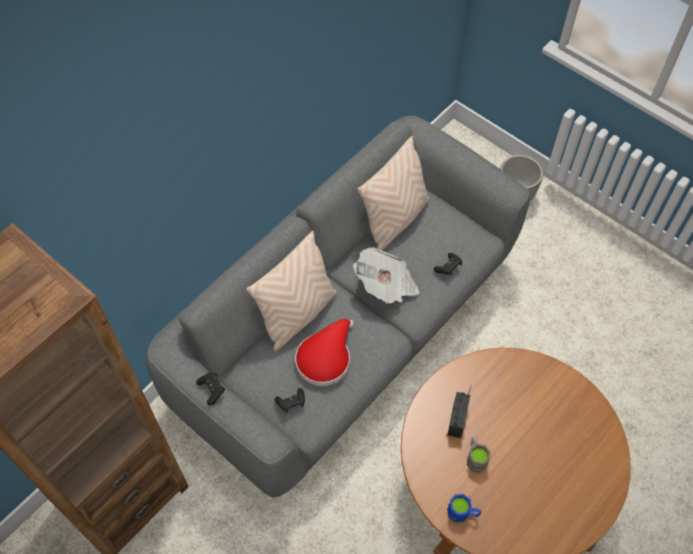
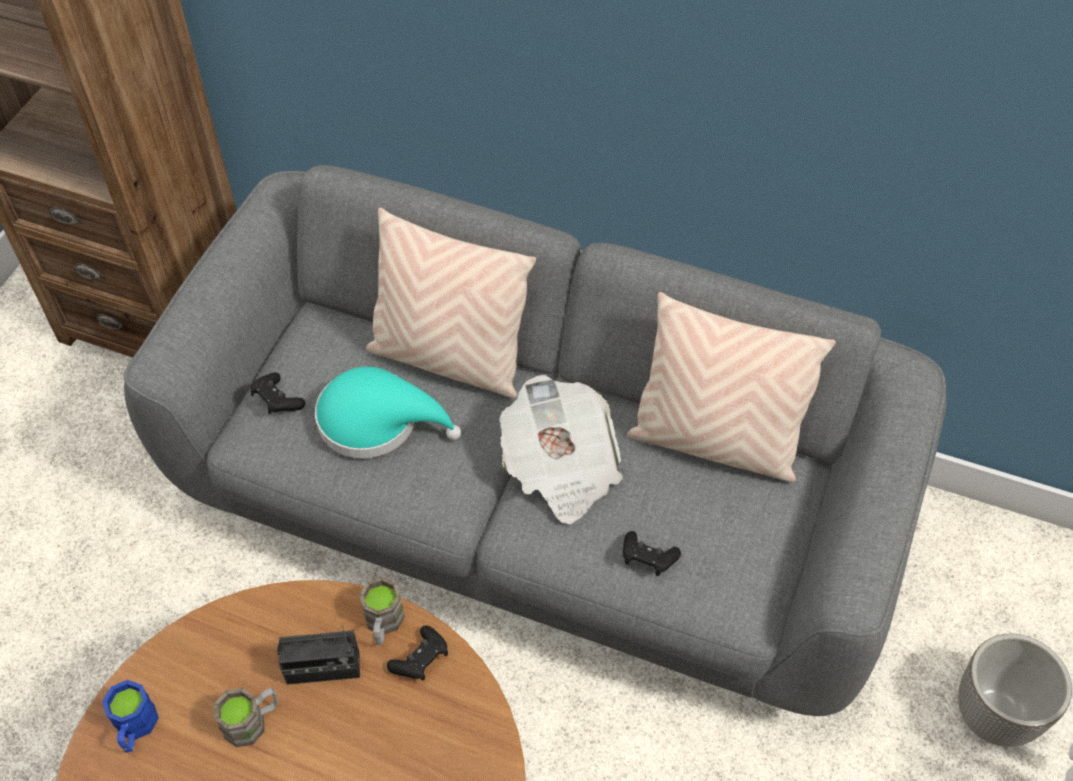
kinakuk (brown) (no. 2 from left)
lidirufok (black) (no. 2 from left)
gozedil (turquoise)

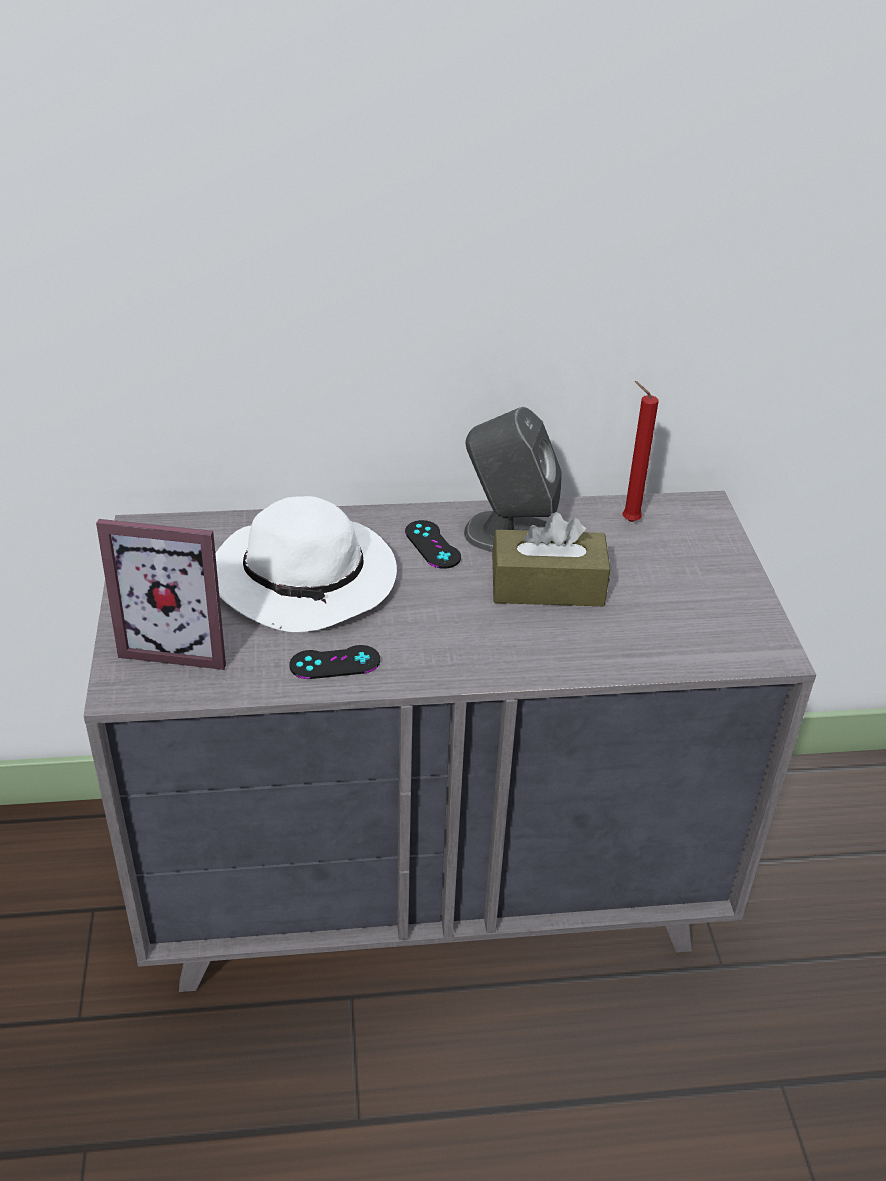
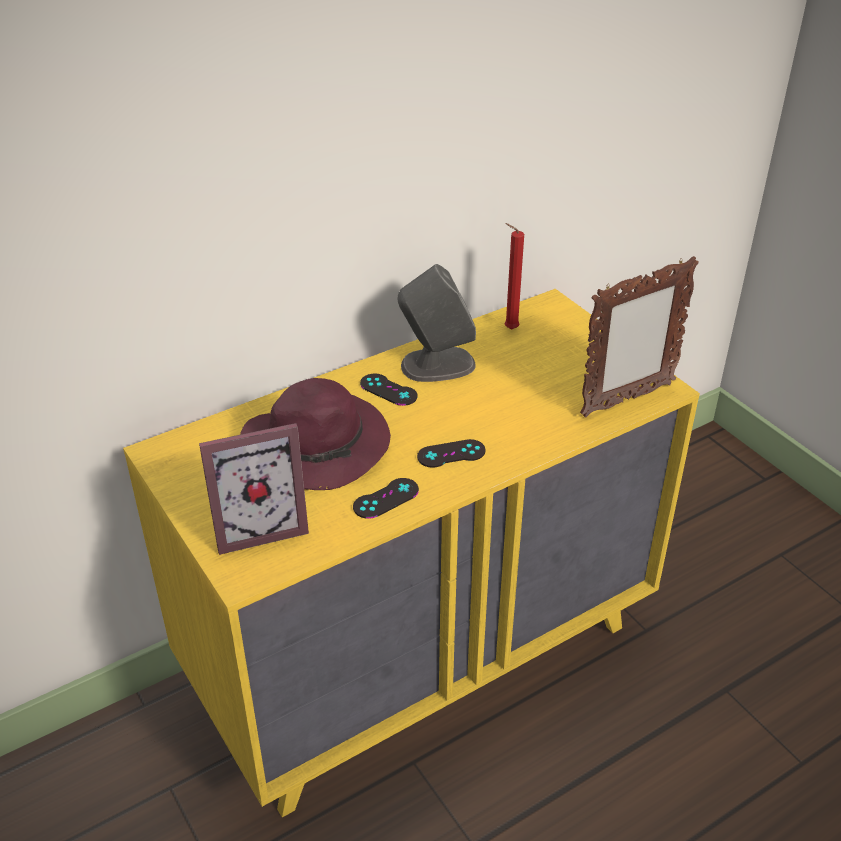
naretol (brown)
lidirufok (black) (no. 3 from left)
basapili (no. 2 from left)
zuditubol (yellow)
gozedil (purple)

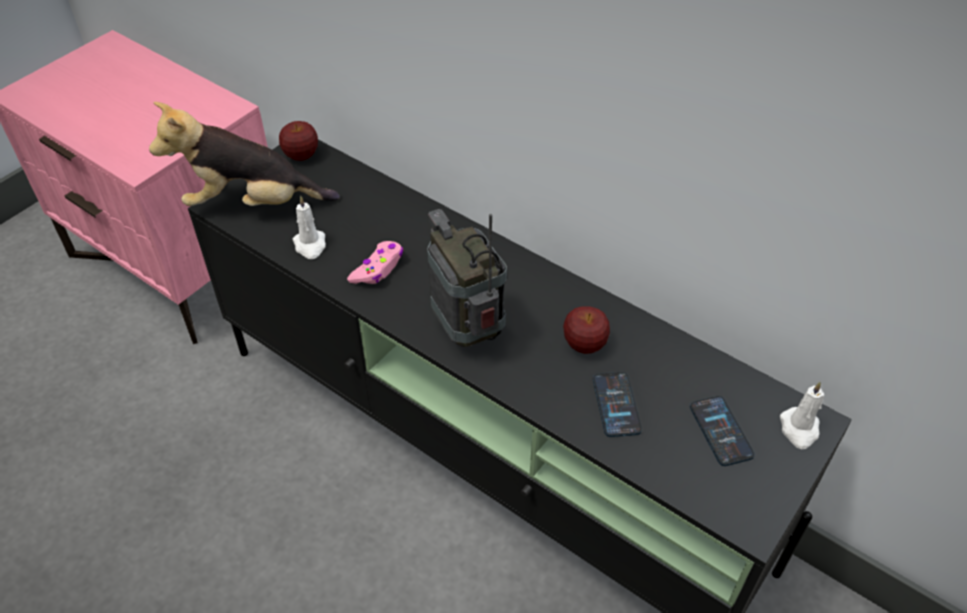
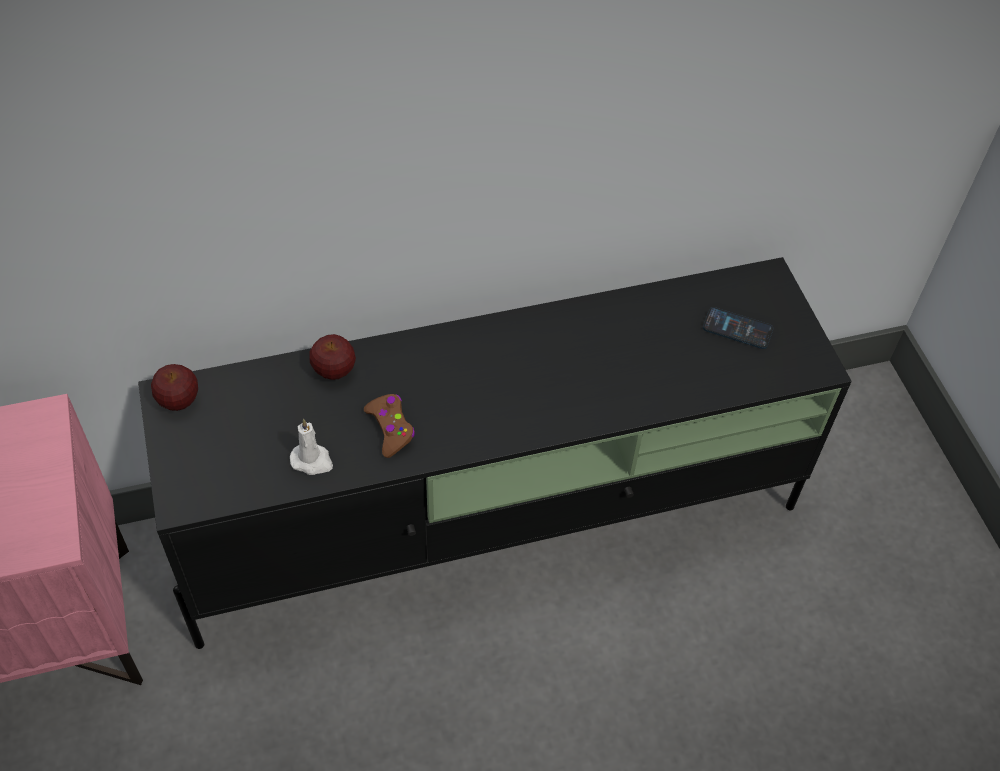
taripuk
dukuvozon
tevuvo (no. 1 from left in the first image)
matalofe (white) (no. 2 from left in the first image)
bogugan (no. 2 from left)
lidirufok (brown)

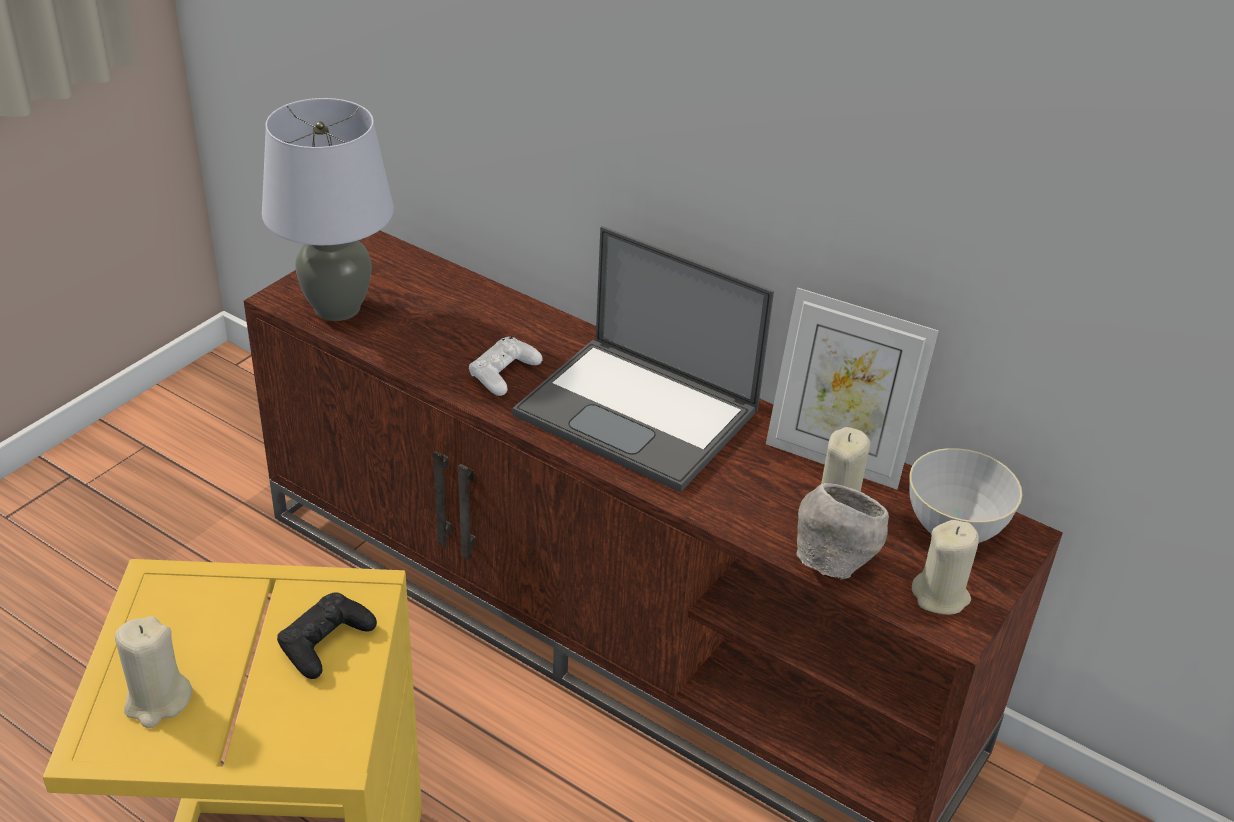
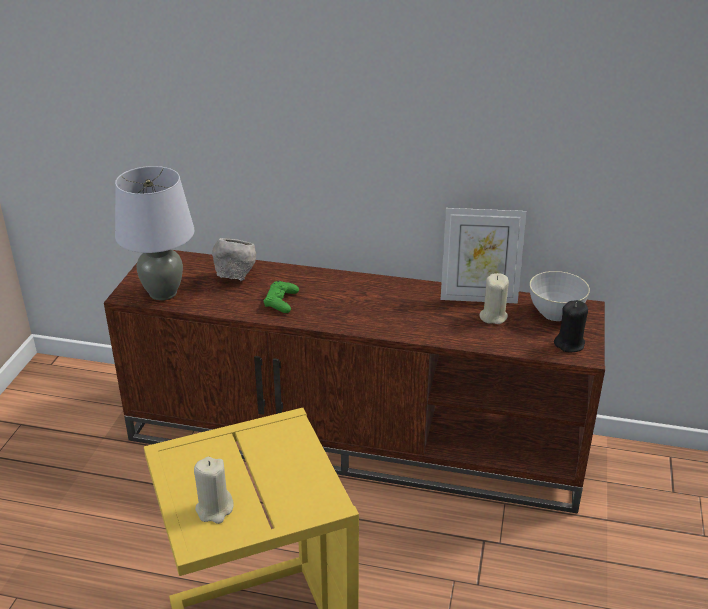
lidirufok (black)
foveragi
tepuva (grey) (no. 1 from left)
lidirufok (green)
matalofe (black)

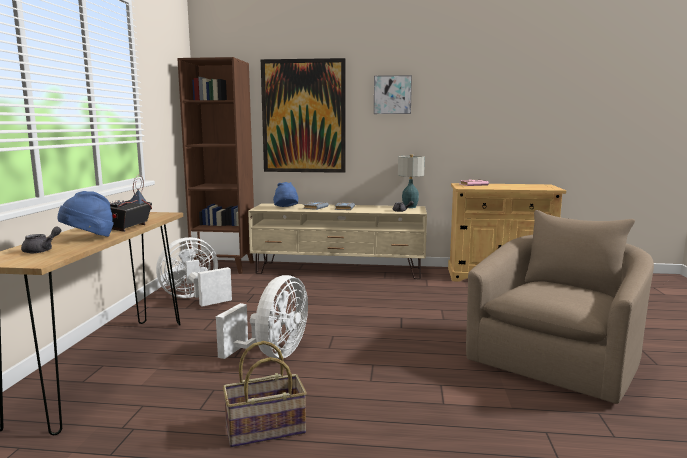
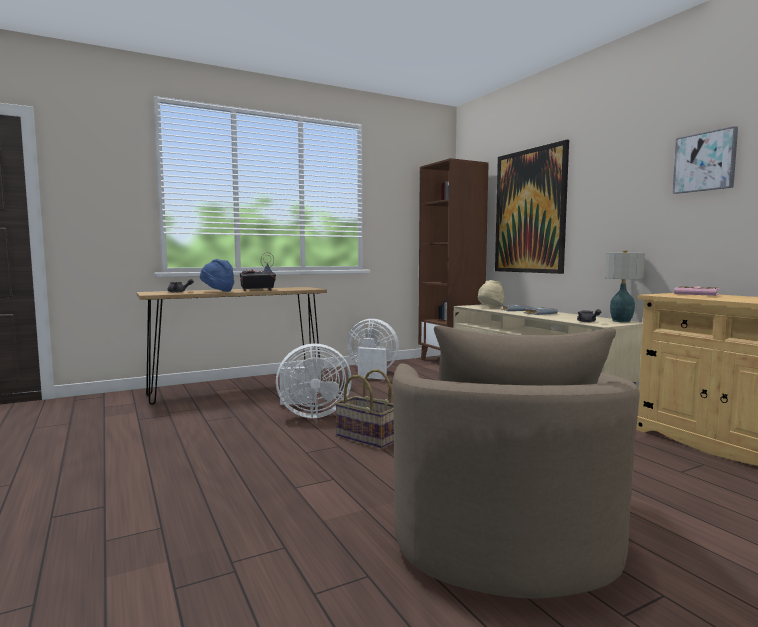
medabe
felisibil (no. 2 from left)
gozedil (beige)
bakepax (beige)

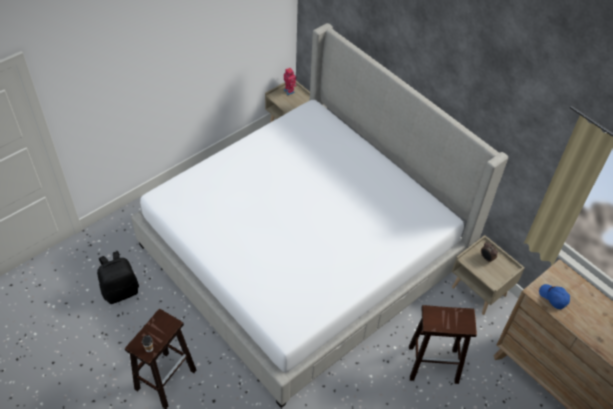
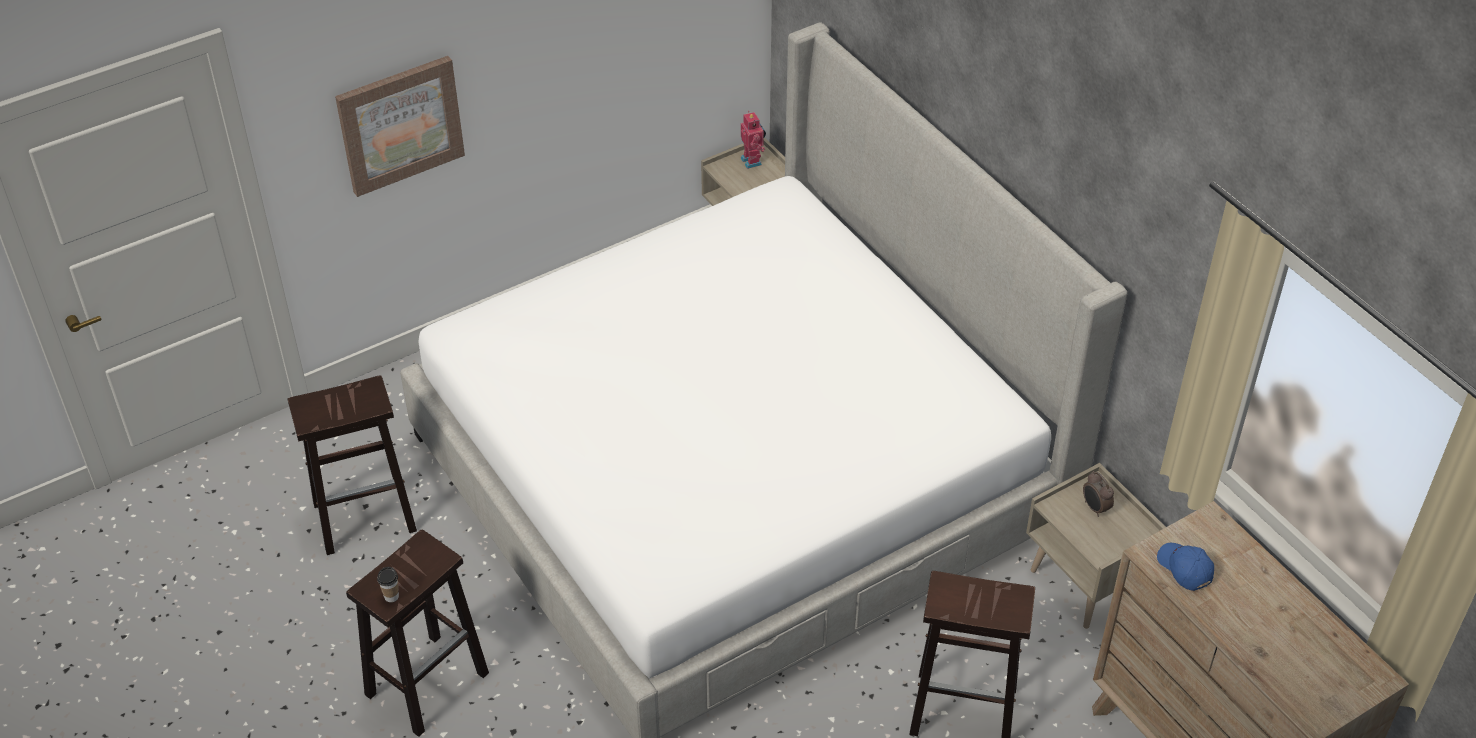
felisibil
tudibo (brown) (no. 1 from left)

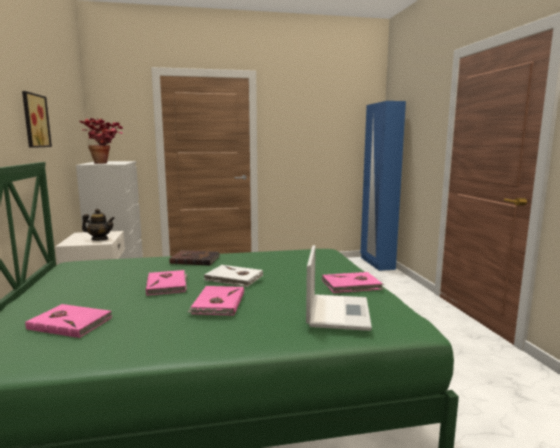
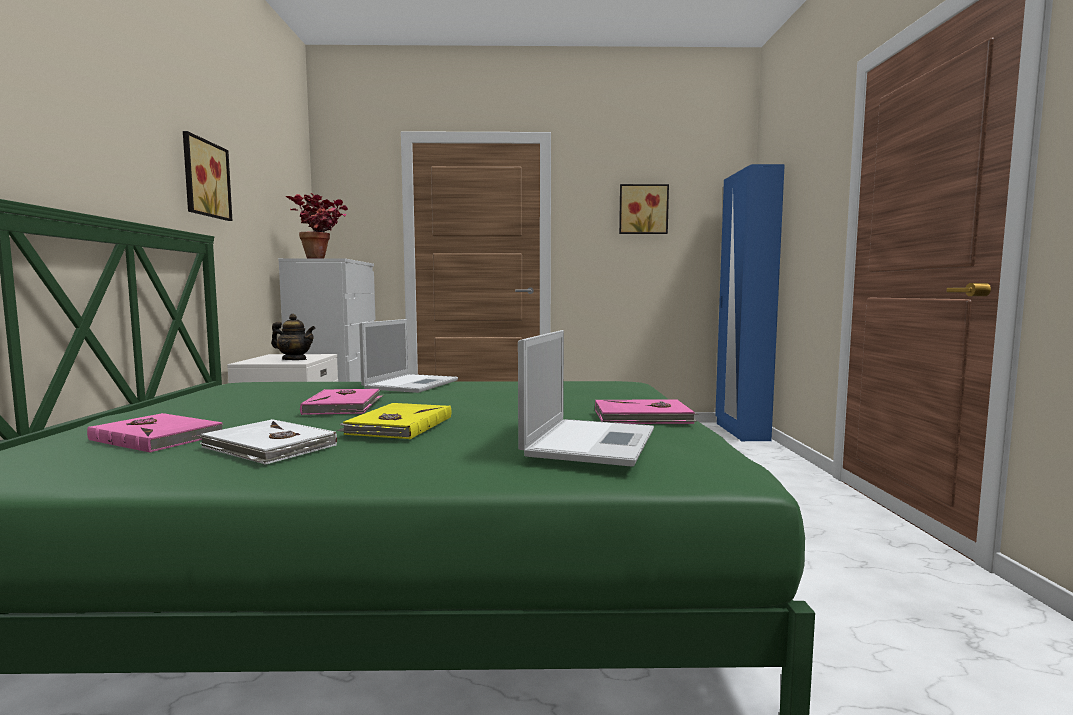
felisibil (no. 2 from left)
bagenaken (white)
foveragi (no. 1 from left)
bagenaken (yellow)

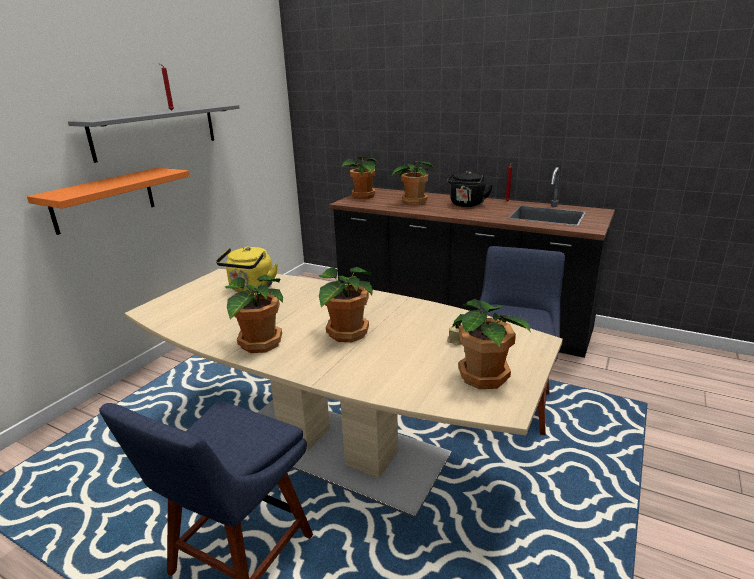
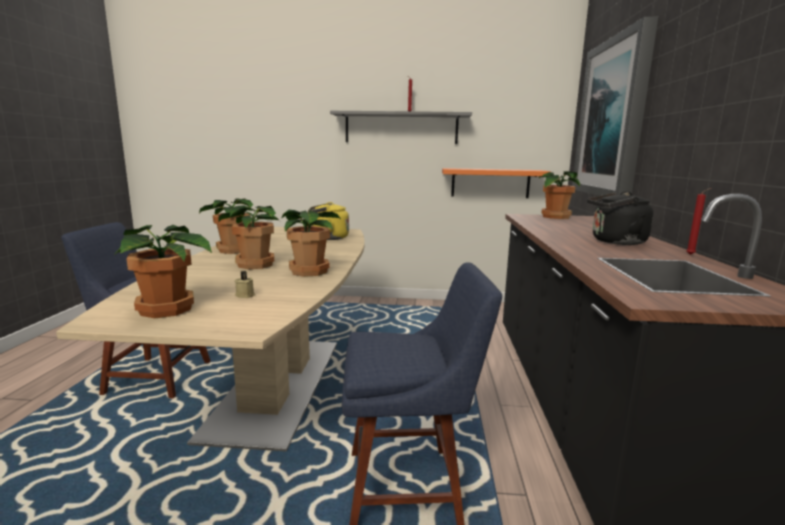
felisibil
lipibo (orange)
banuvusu (no. 4 from left)

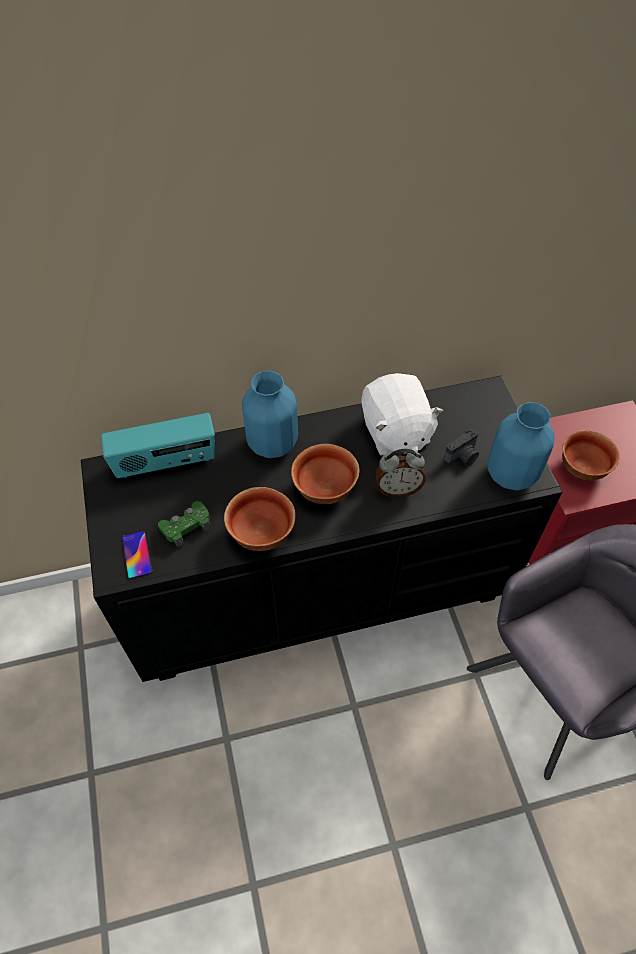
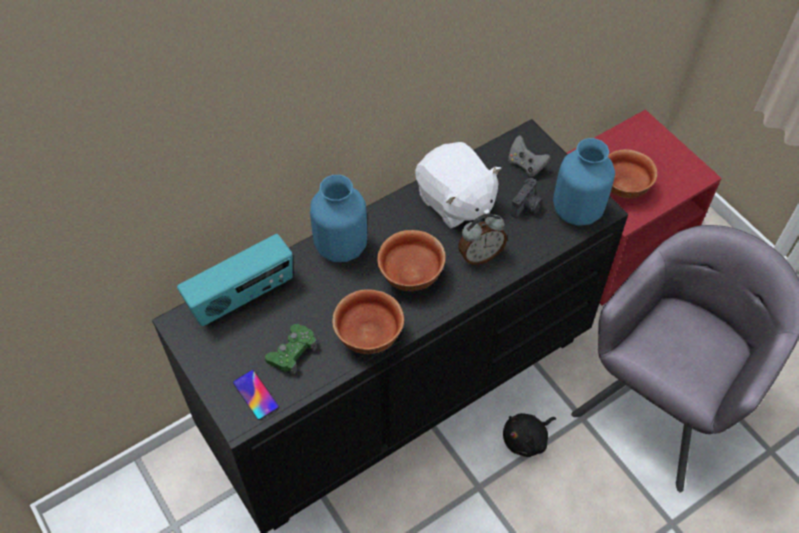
taripuk (black)
lidirufok (grey)

